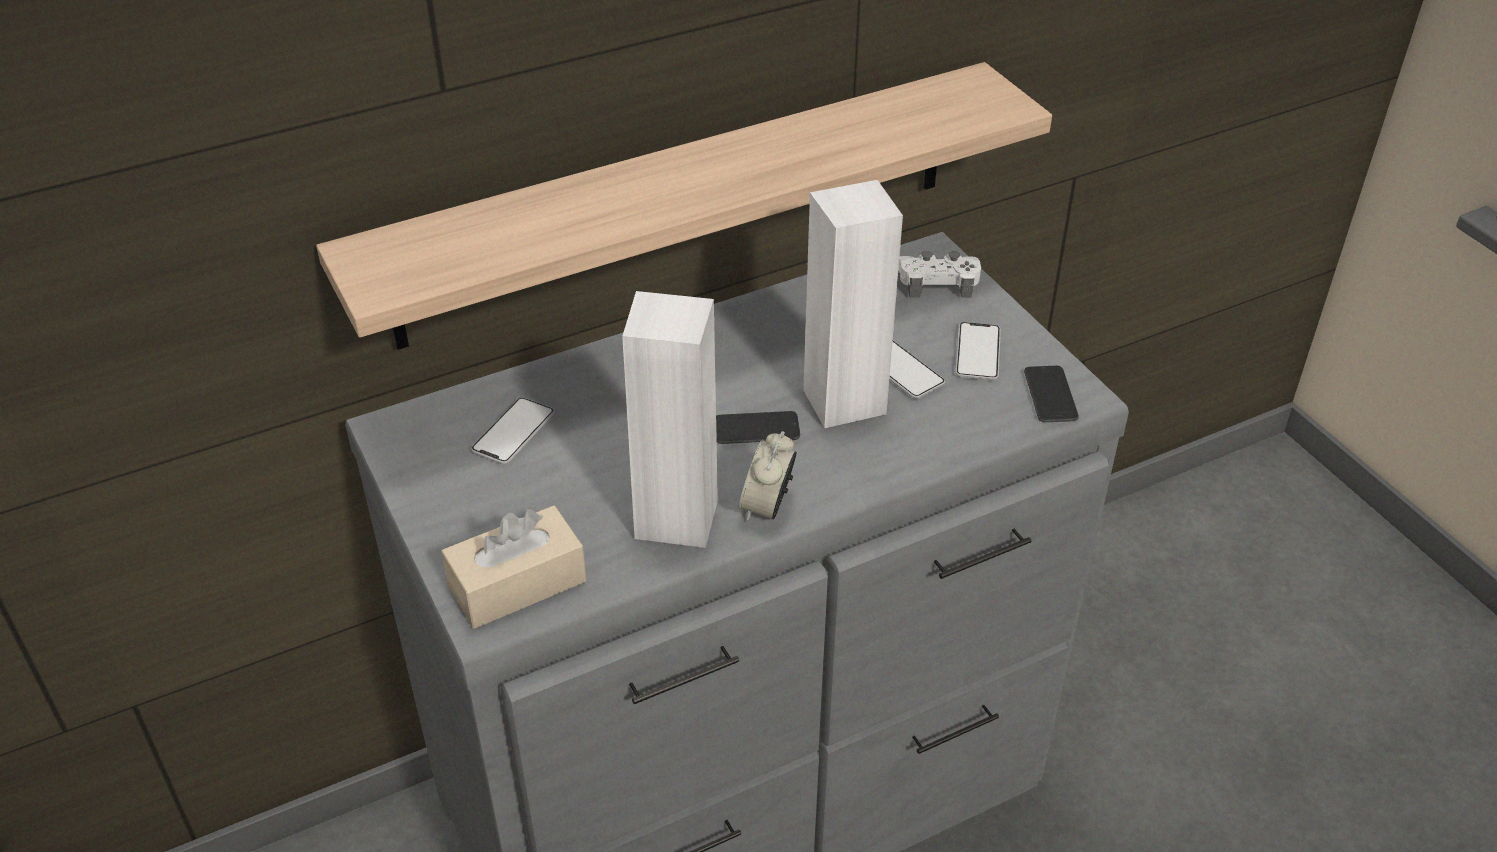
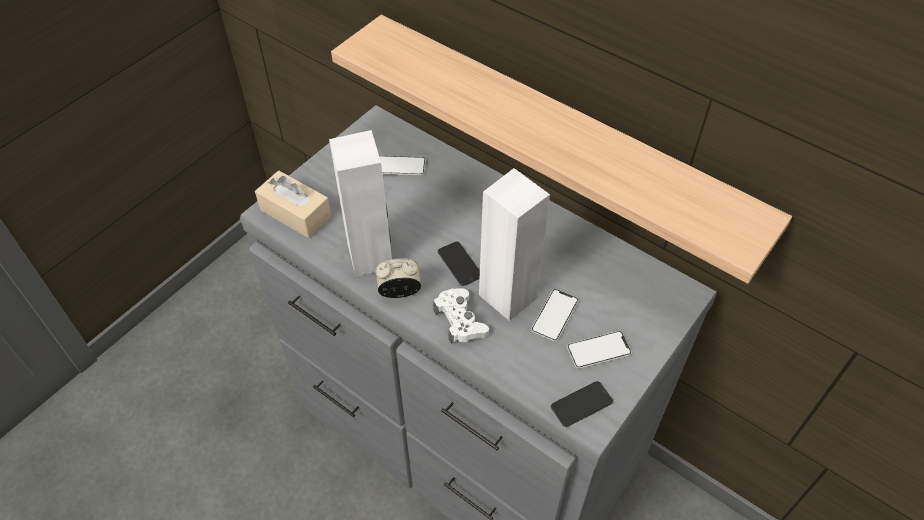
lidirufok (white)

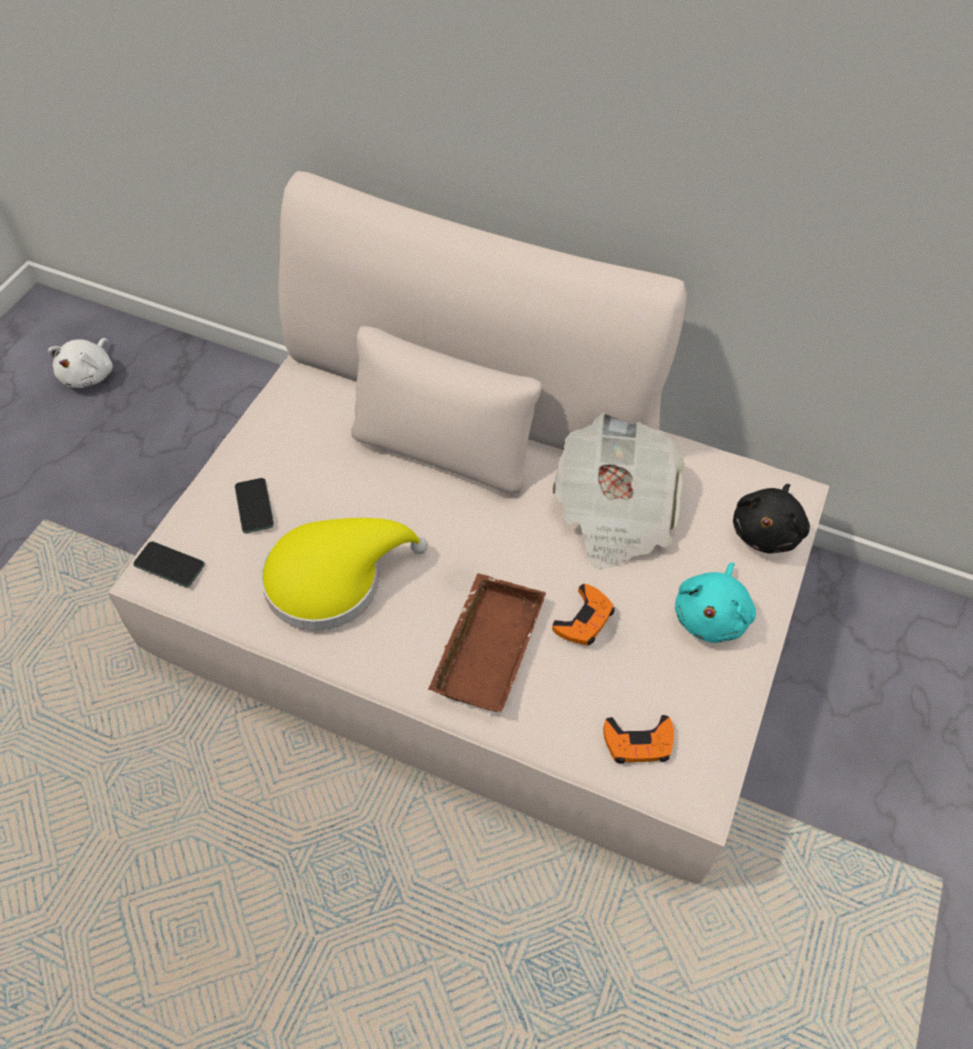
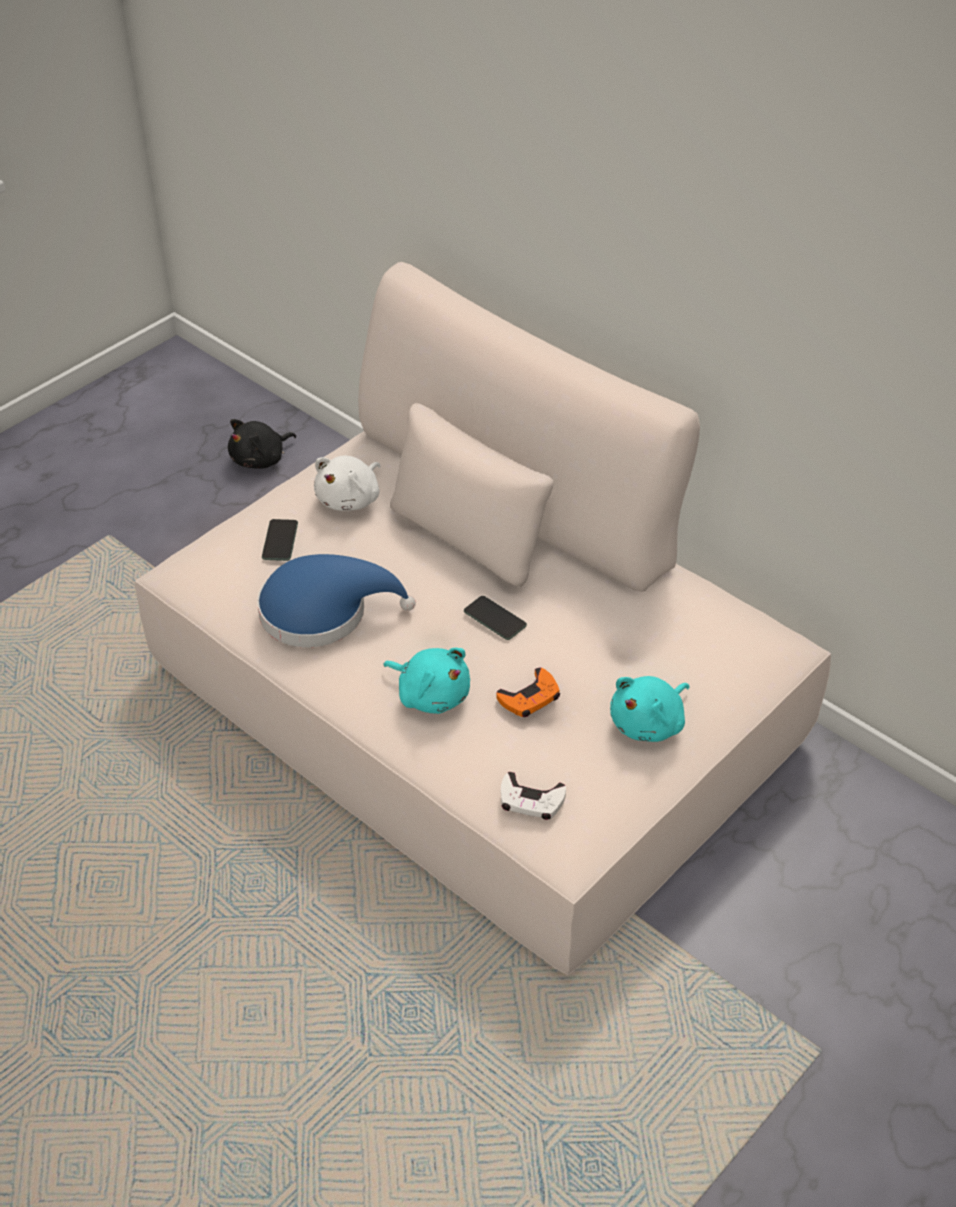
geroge
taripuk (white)
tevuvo (no. 2 from left)
taripuk (black)
taripuk (turquoise) (no. 1 from left)
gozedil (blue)
lidirufok (white)

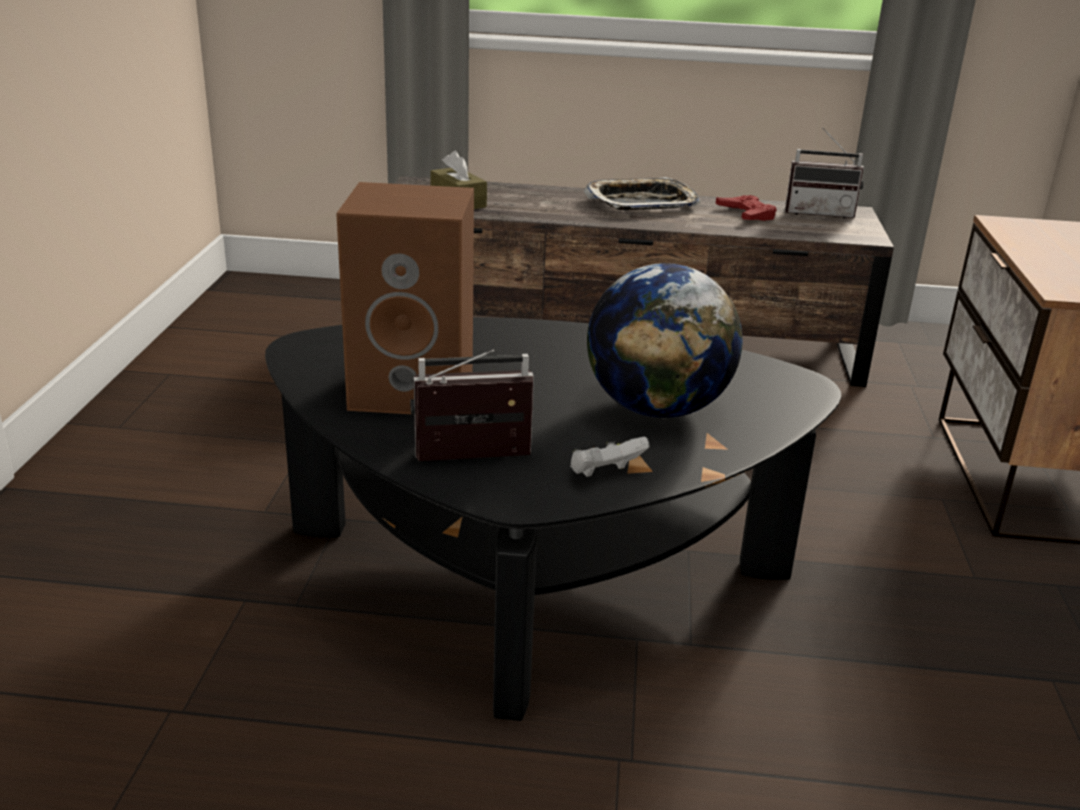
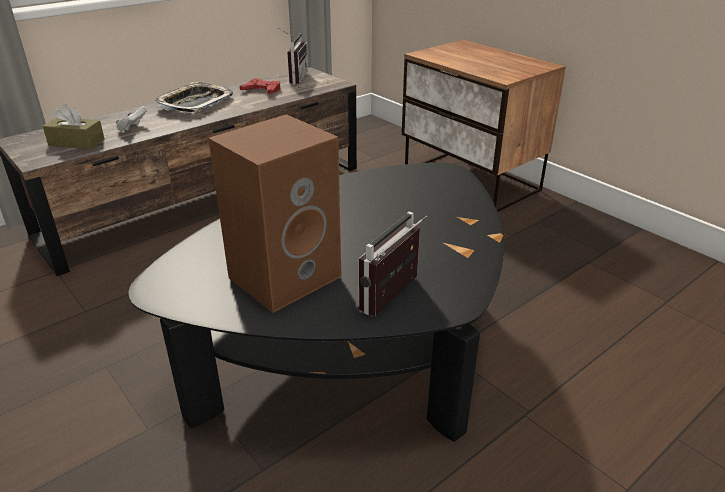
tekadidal
lidirufok (white)
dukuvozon (no. 1 from left)

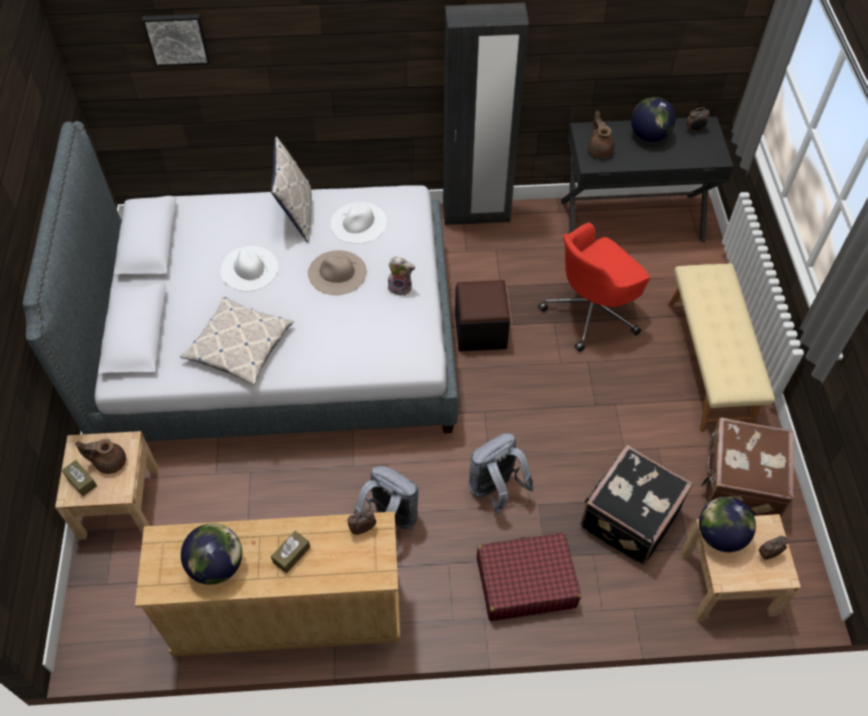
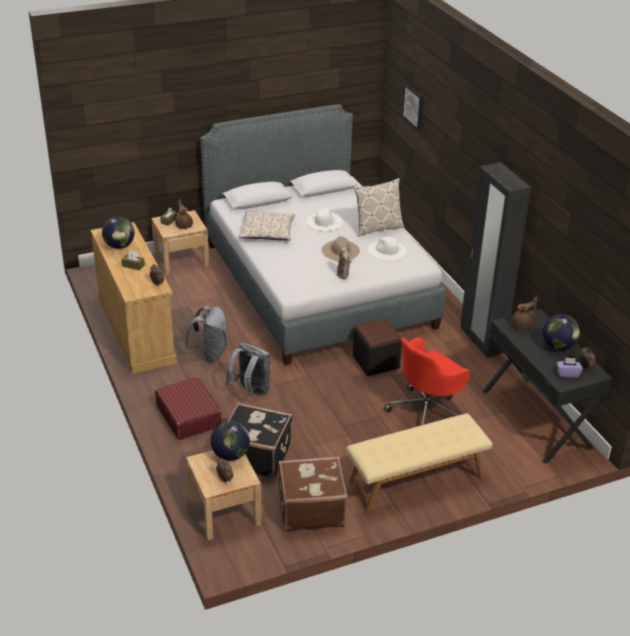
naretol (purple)
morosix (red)

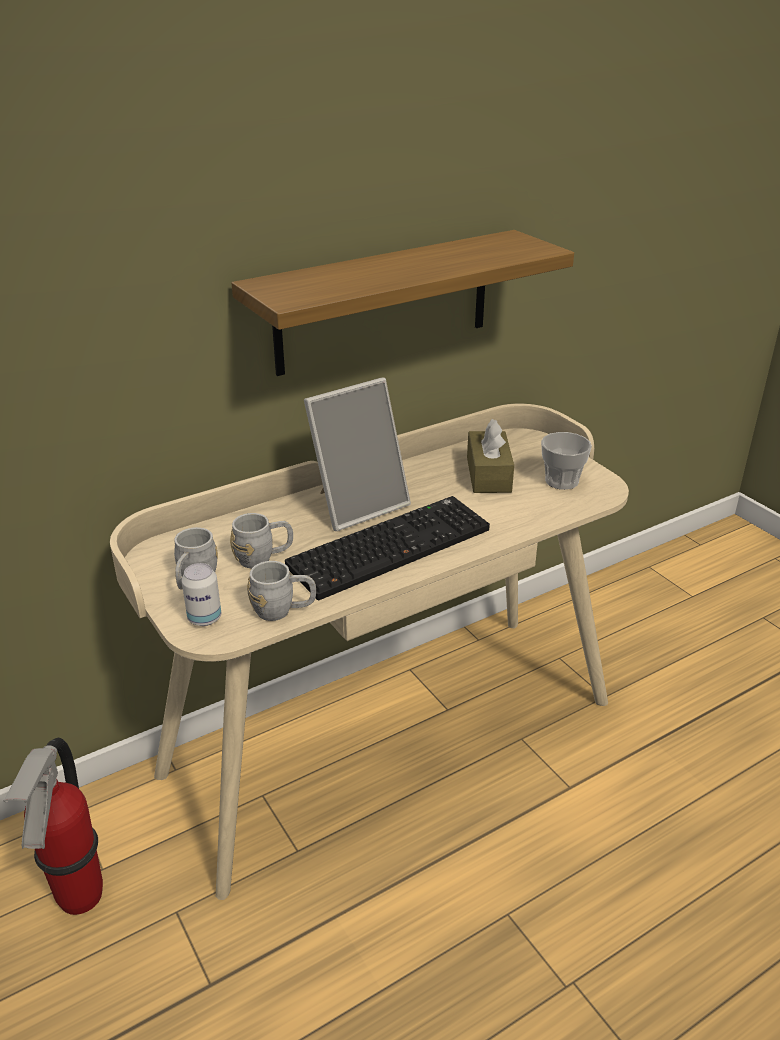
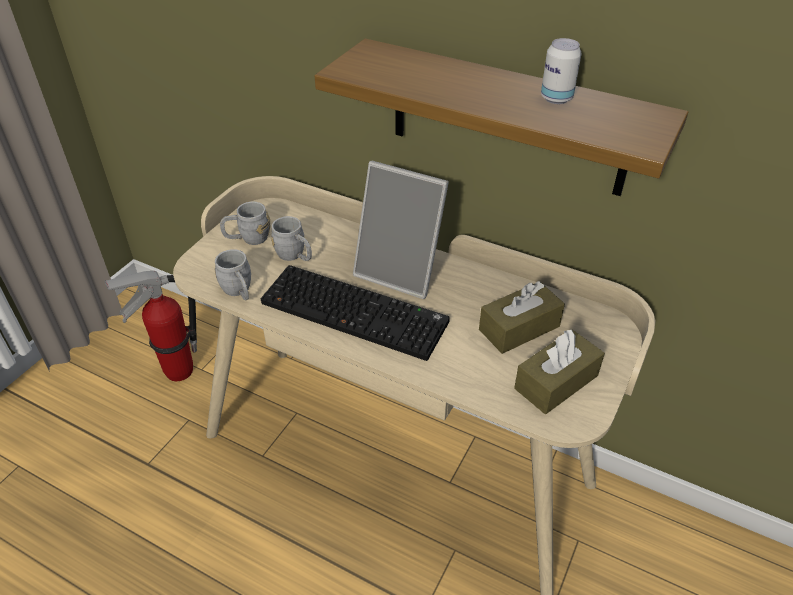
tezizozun
naretol (brown) (no. 2 from left)

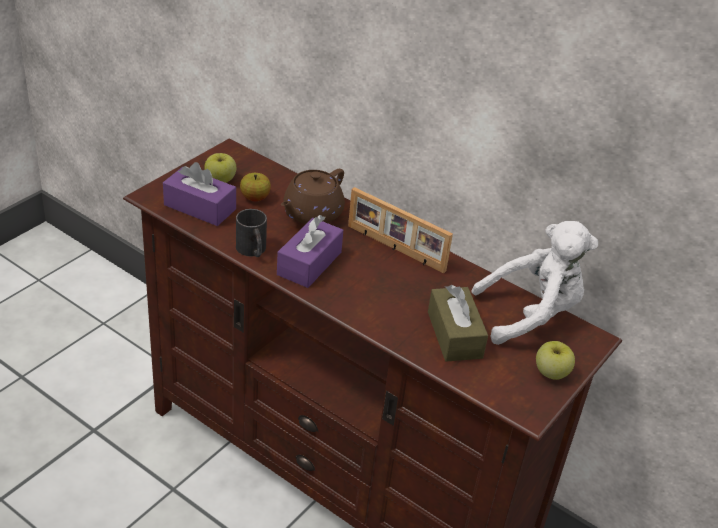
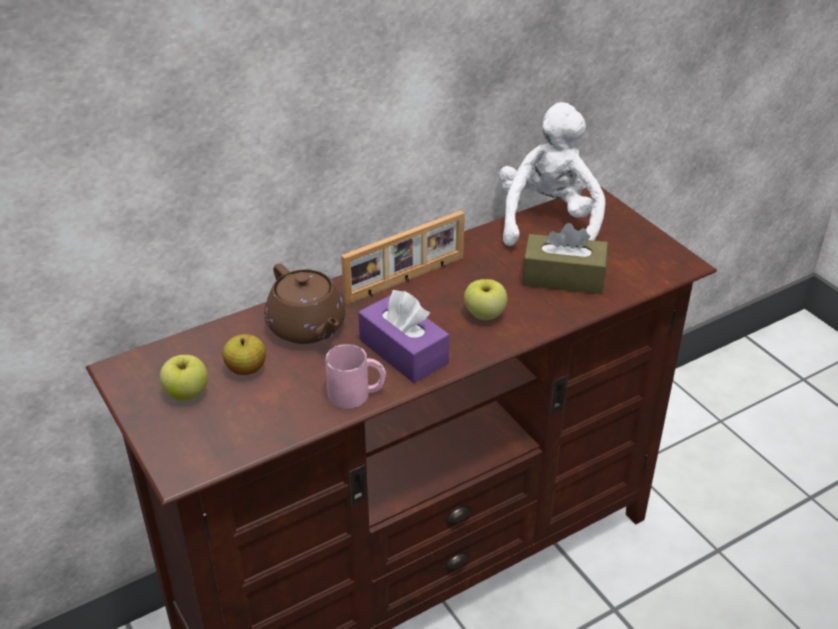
naretol (purple) (no. 1 from left in the first image)
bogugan (no. 3 from left)
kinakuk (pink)

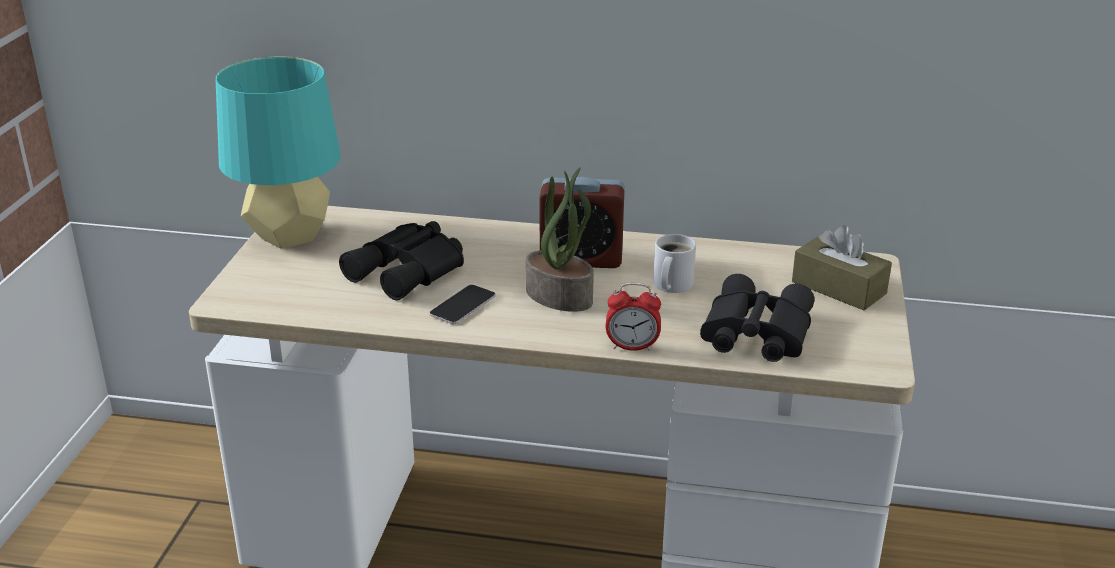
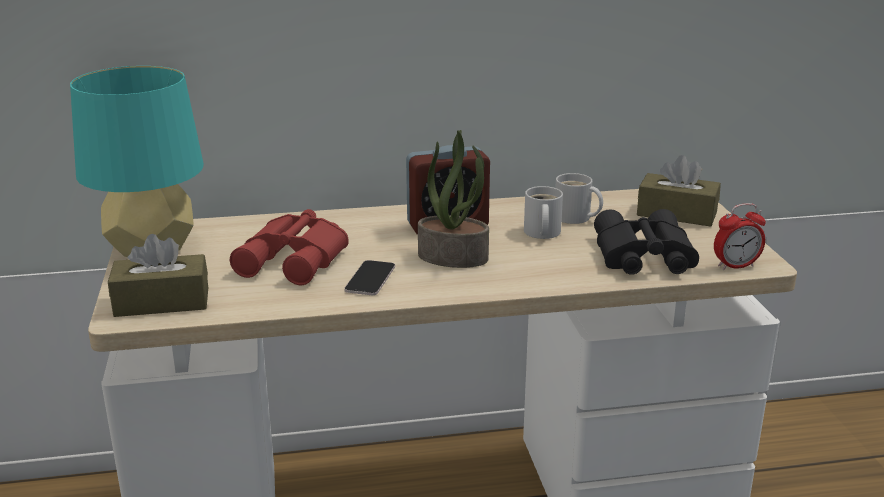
naretol (brown) (no. 1 from left)
kinakuk (white) (no. 2 from left)
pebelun (no. 2 from left)
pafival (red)

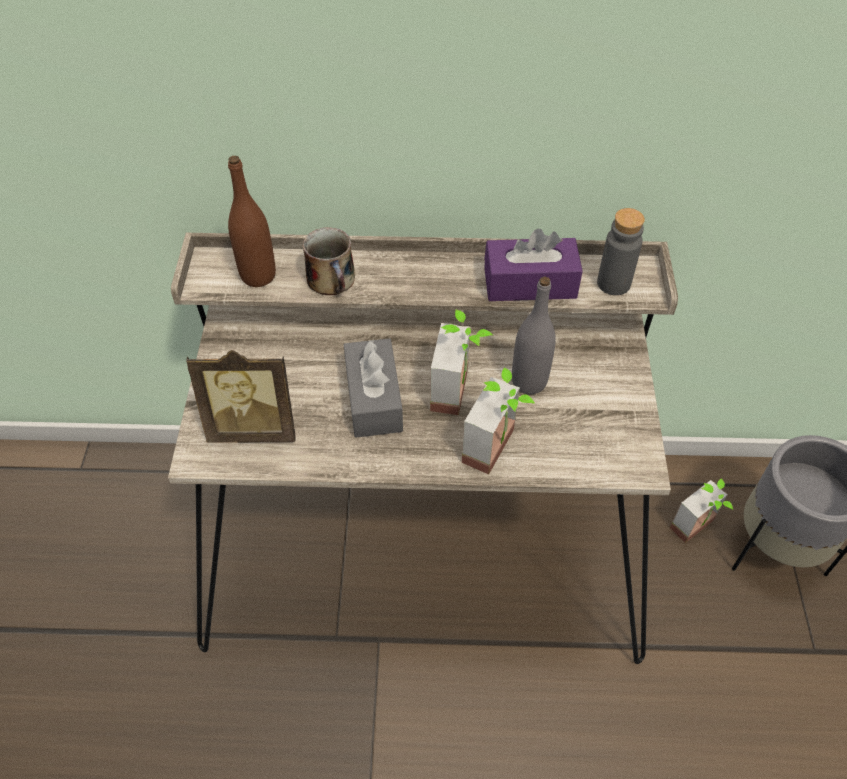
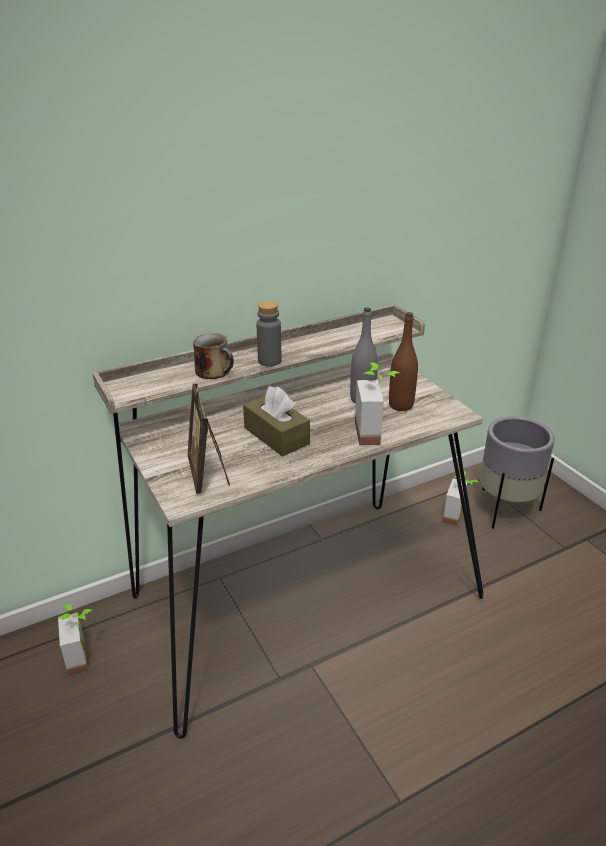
naretol (purple)
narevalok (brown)
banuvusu (no. 1 from left)
narevalok (grey) (no. 1 from left)
naretol (brown)
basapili

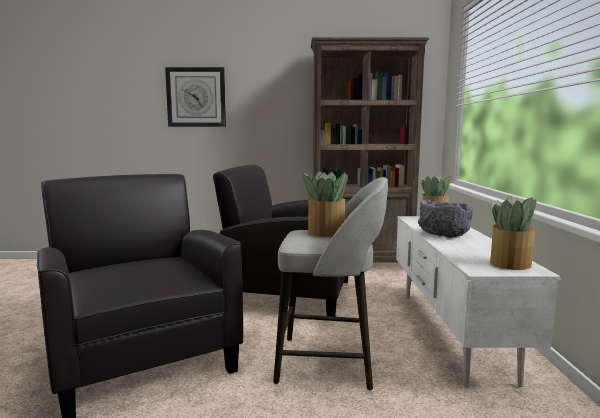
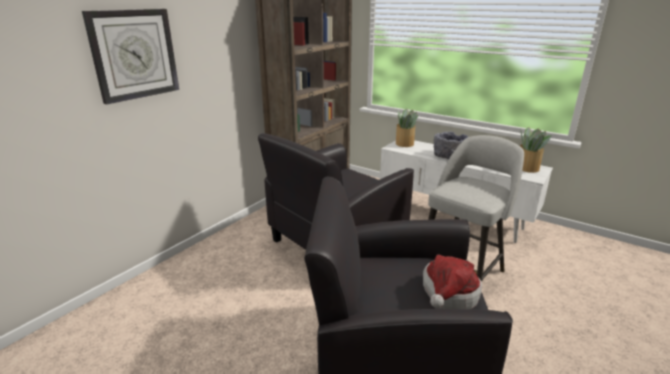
banuvusu (no. 1 from left in the first image)
gozedil

